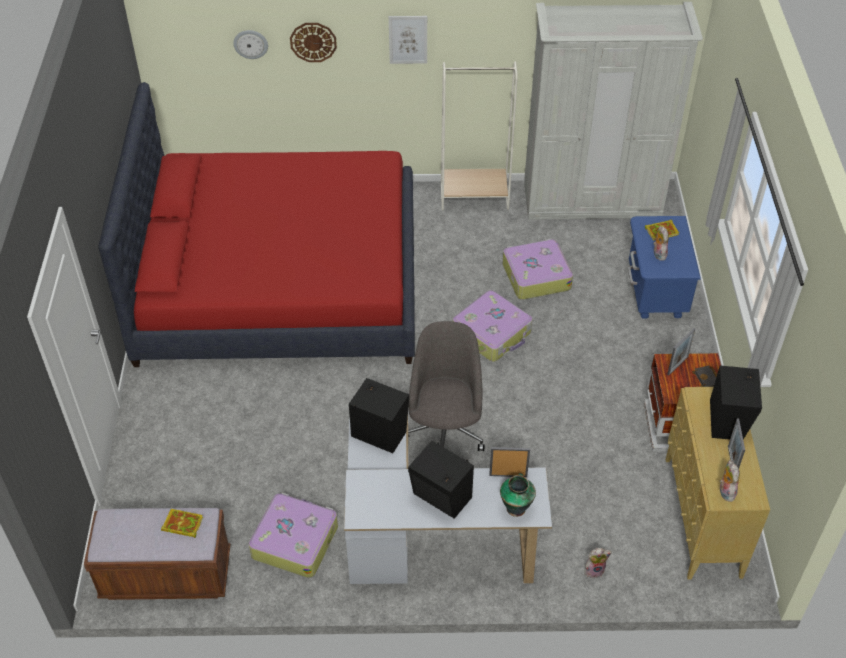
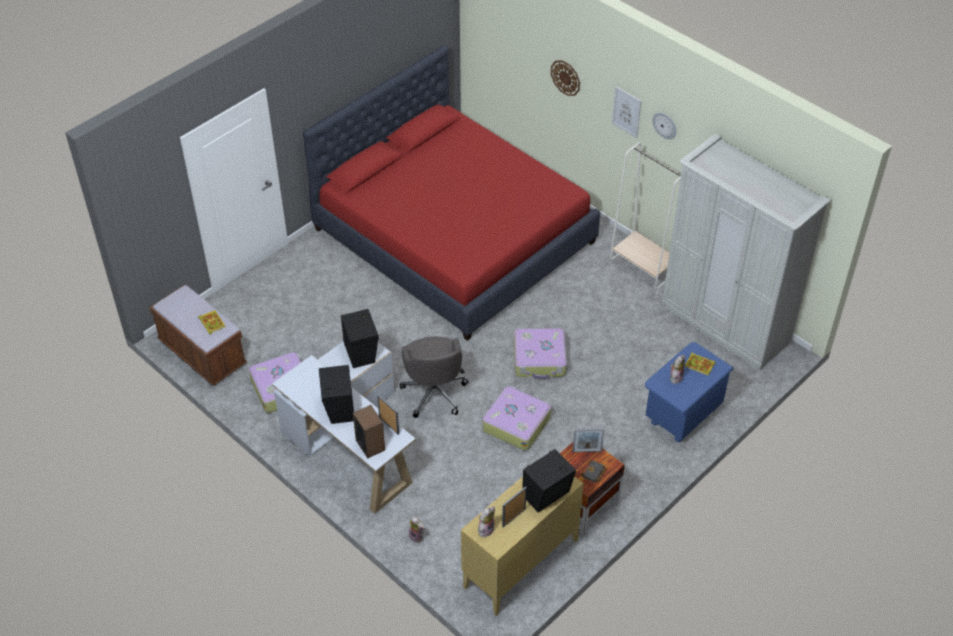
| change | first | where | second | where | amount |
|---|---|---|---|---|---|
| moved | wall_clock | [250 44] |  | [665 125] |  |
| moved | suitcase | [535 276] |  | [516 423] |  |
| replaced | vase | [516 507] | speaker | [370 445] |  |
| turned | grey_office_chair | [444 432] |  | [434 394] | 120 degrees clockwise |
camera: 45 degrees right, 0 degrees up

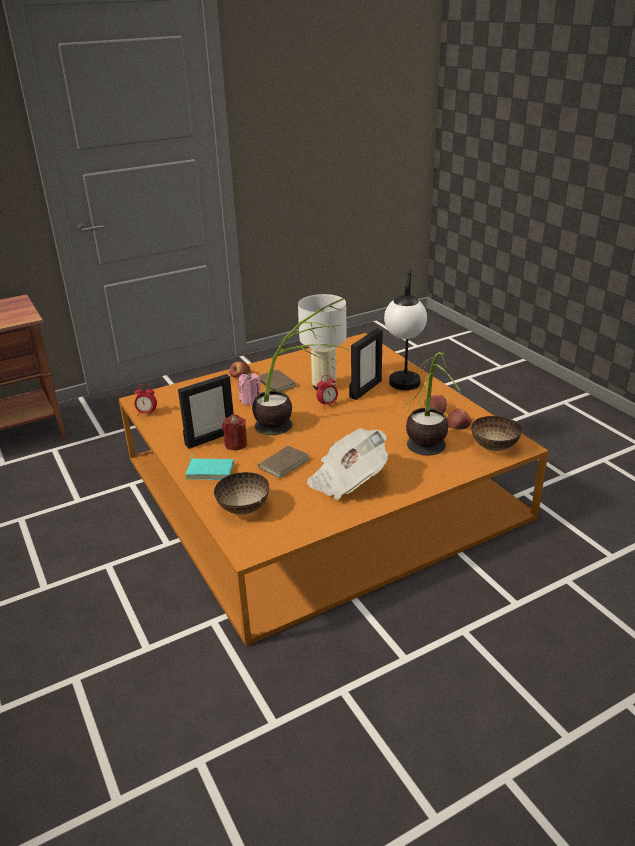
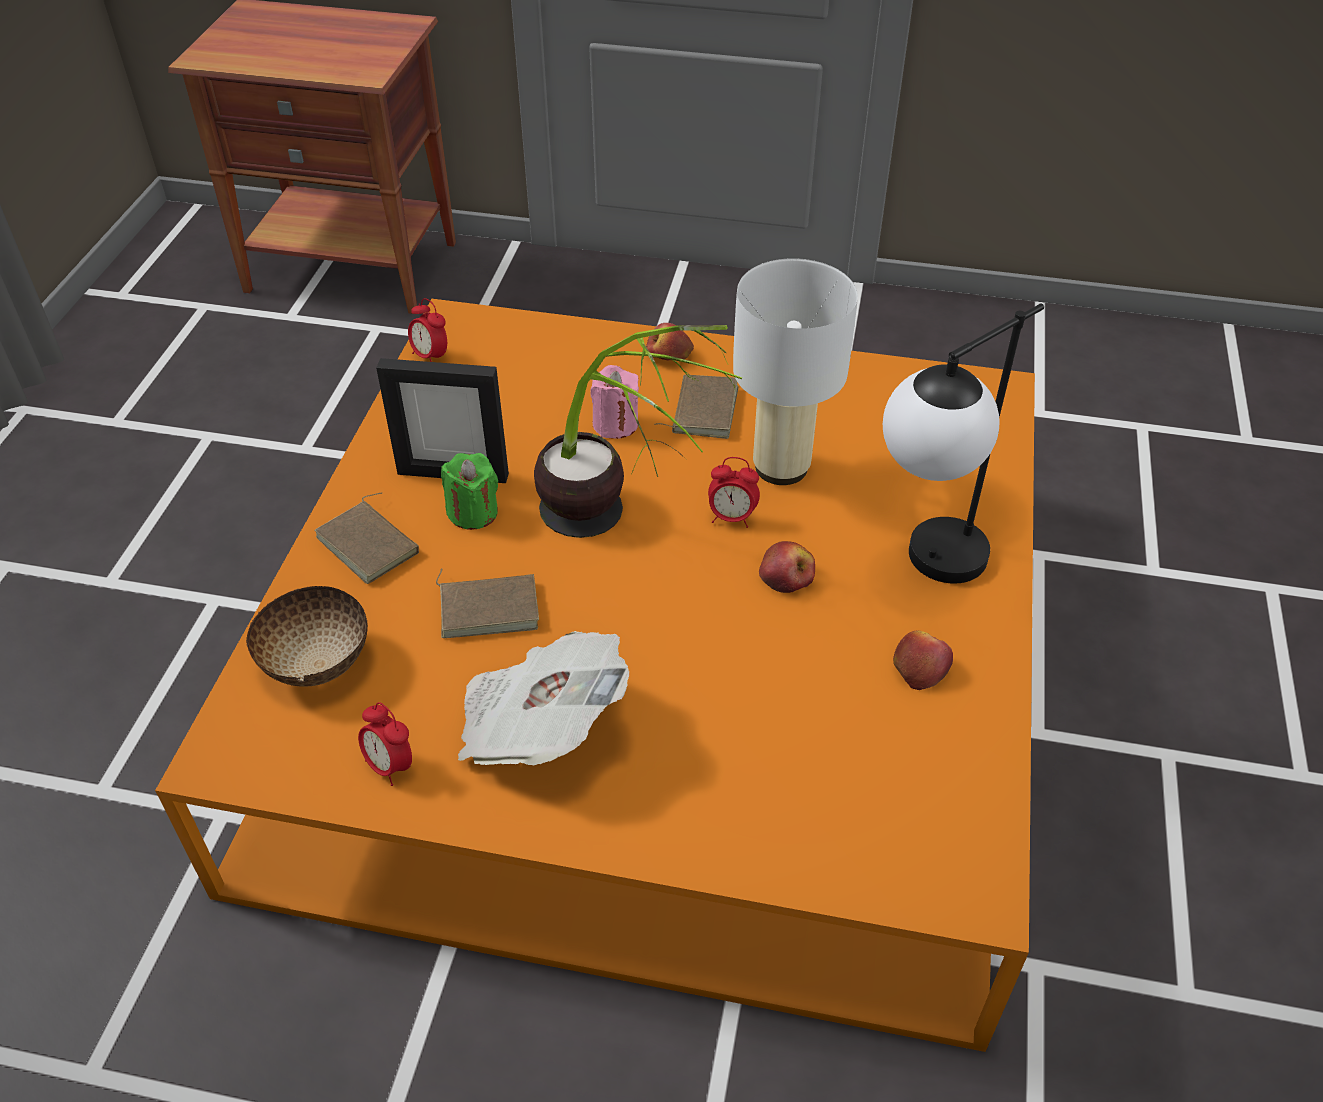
| change | first | where | second | where | amount |
|---|---|---|---|---|---|
| removed | picture_frame | [365 389] |  |  |  |
| removed | potted_plant | [427 458] |  |  |  |
| removed | bowl | [494 446] |  |  |  |
| added |  |  | alarm_clock | [390 765] |  |
| moved | apple | [458 424] |  | [786 576] |  |
| recoloured | turquoise_book | [210 470] | brown_book | [371 544] |  |
| recoloured | red_candle | [236 444] | green_candle | [473 512] |  |
camera: 40 degrees right, 15 degrees up

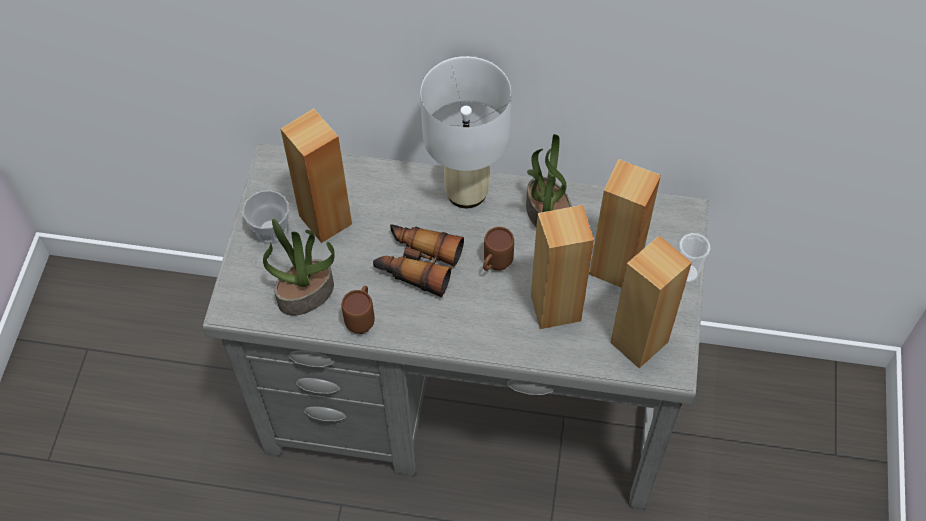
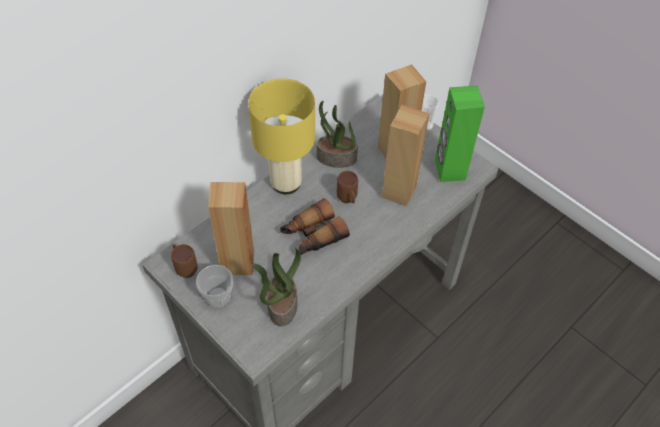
| change | first | where | second | where | amount |
|---|---|---|---|---|---|
| moved | brown_mug | [362 319] |  | [185 268] |  |
| recoloured | white_table_lamp | [465 191] | yellow_table_lamp | [285 183] |  |
| recoloured | brown_speaker | [638 341] | green_speaker | [449 170] |  |
camera: 55 degrees left, 5 degrees down

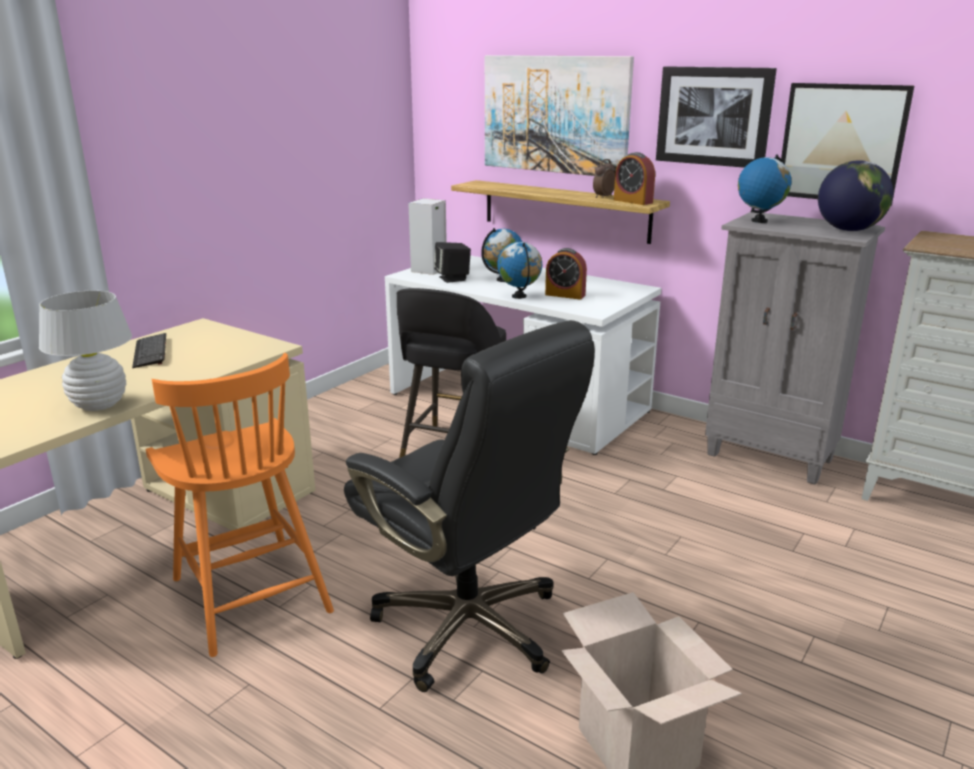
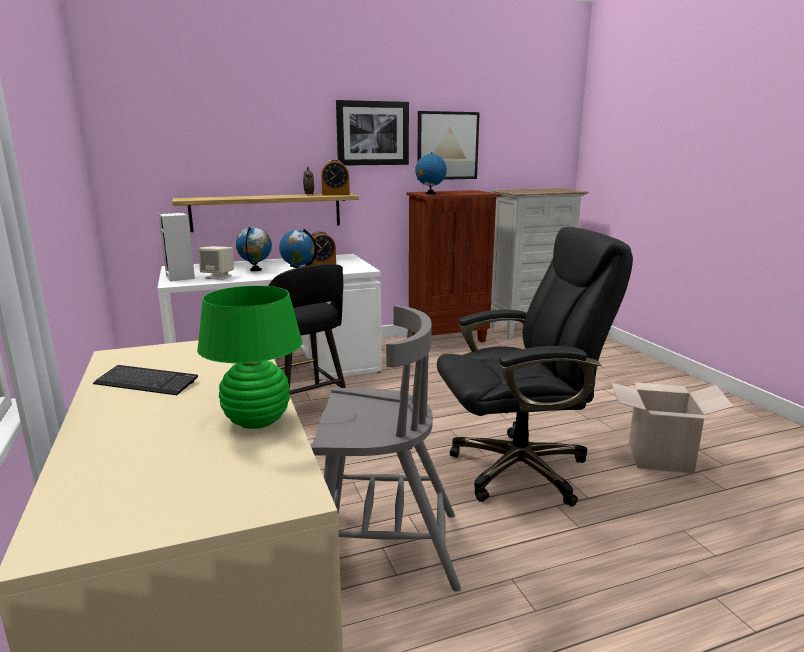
| change | first | where | second | where | amount |
|---|---|---|---|---|---|
| removed | picture | [555 114] |  |  |  |
| removed | globe | [849 230] |  |  |  |
| recoloured | white_table_lamp | [99 405] | green_table_lamp | [256 421] |  |
| recoloured | orange_chair | [249 592] | grey_chair | [385 547] |  |
| recoloured | black_speaker | [452 278] | beige_speaker | [218 277] |  |
| recoloured | grey_cabinet | [768 458] | brown_cabinet | [448 340] |  |
camera: 55 degrees left, 5 degrees down

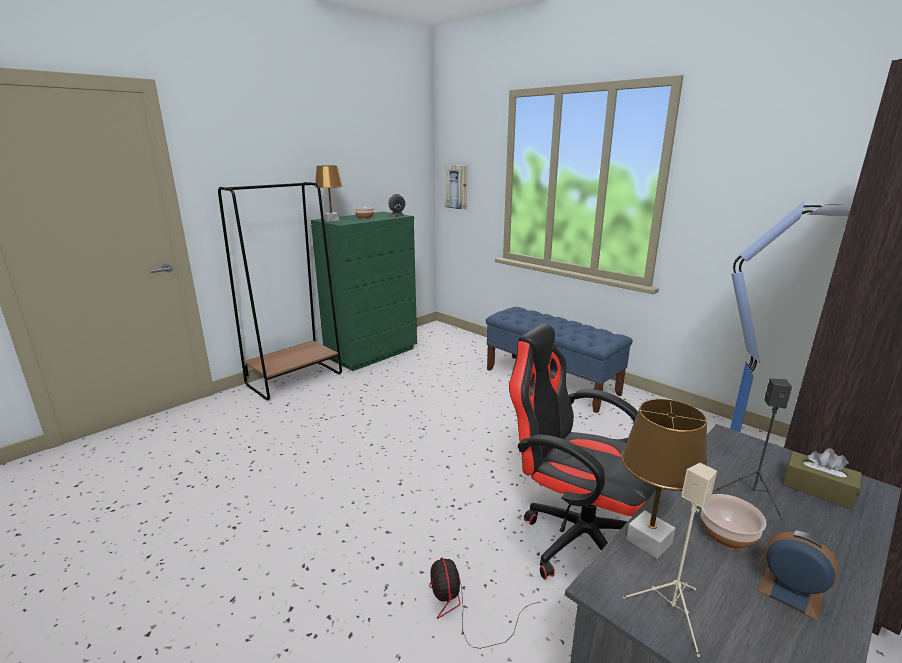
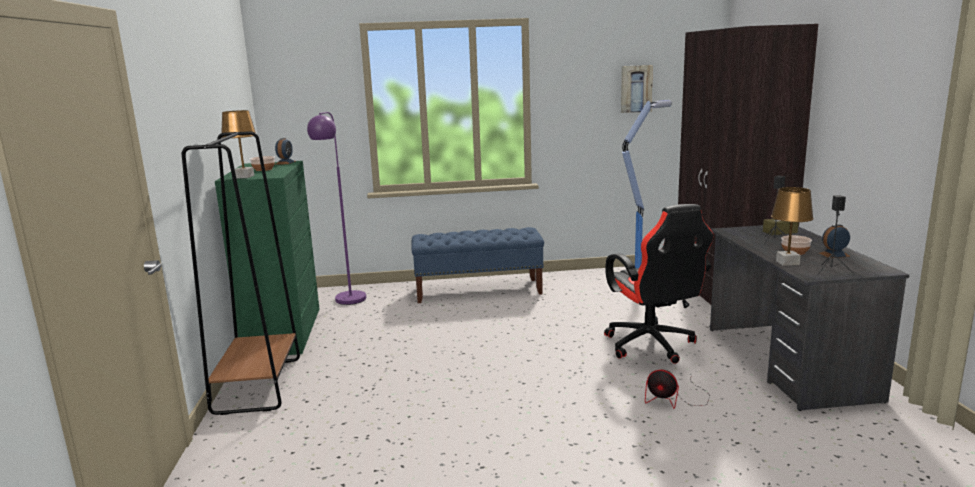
| change | first | where | second | where | amount |
|---|---|---|---|---|---|
| added |  |  | purple_floor_lamp | [347 303] |  |
| moved | picture | [457 187] |  | [635 89] |  |
| recoloured | beige_speaker | [672 613] | black_speaker | [831 271] |  |
| turned | black_office_chair | [574 538] |  | [652 348] | 90 degrees counterclockwise |
camera: 50 degrees left, 5 degrees down

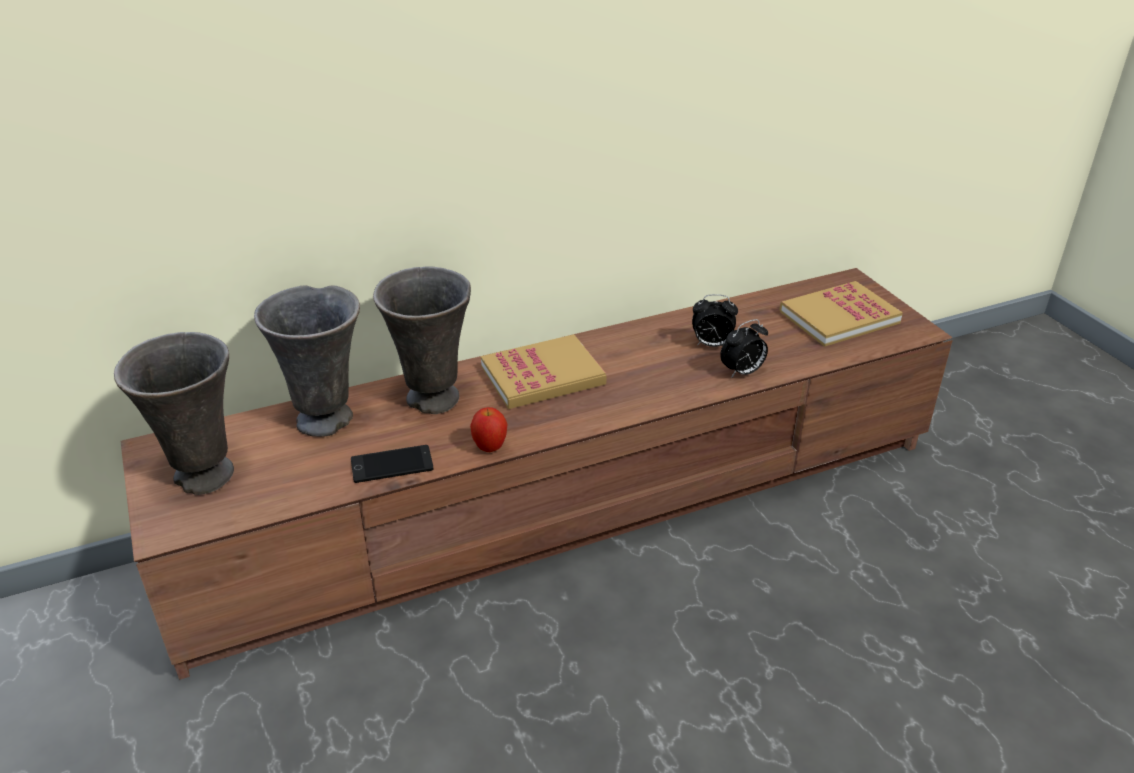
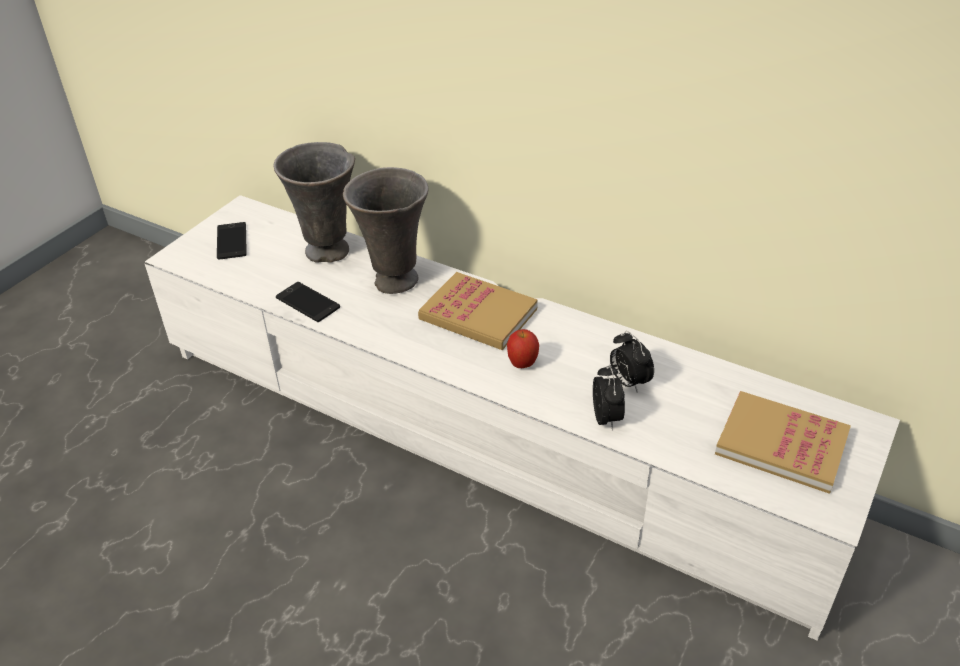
| change | first | where | second | where | amount |
|---|---|---|---|---|---|
| moved | apple | [490 448] |  | [522 364] |  |
| replaced | grey_vase | [204 477] | phone | [232 241] |  |
| recoloured | brown_tv_stand | [566 504] | white_tv_stand | [483 434] |  |
| turned | alarm_clock | [742 372] |  | [607 418] | 120 degrees counterclockwise |
camera: 55 degrees right, 5 degrees up

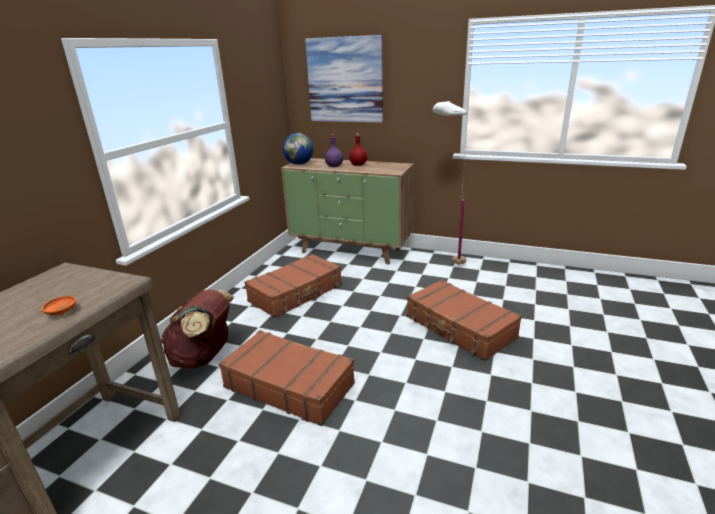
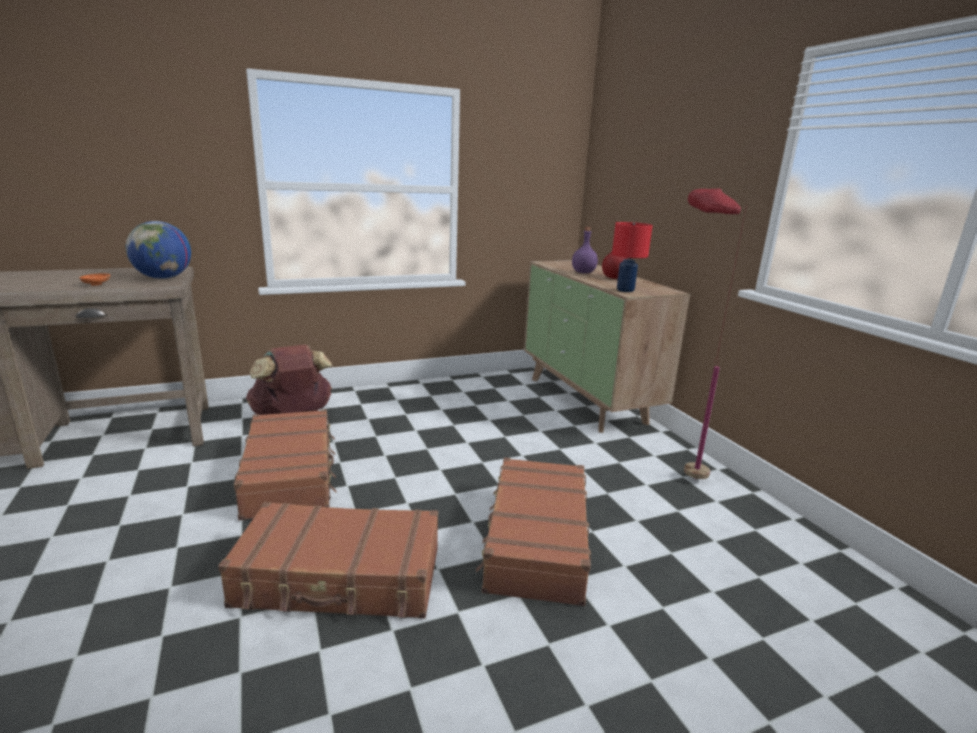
| change | first | where | second | where | amount |
|---|---|---|---|---|---|
| removed | picture | [345 80] |  |  |  |
| added |  |  | red_table_lamp | [624 290] |  |
| moved | brown_suitcase | [296 293] |  | [340 578] |  |
| moved | globe | [299 164] |  | [164 278] |  |
| recoloured | white_floor_lamp | [446 265] | red_floor_lamp | [676 470] |  |
camera: 45 degrees right, 5 degrees down

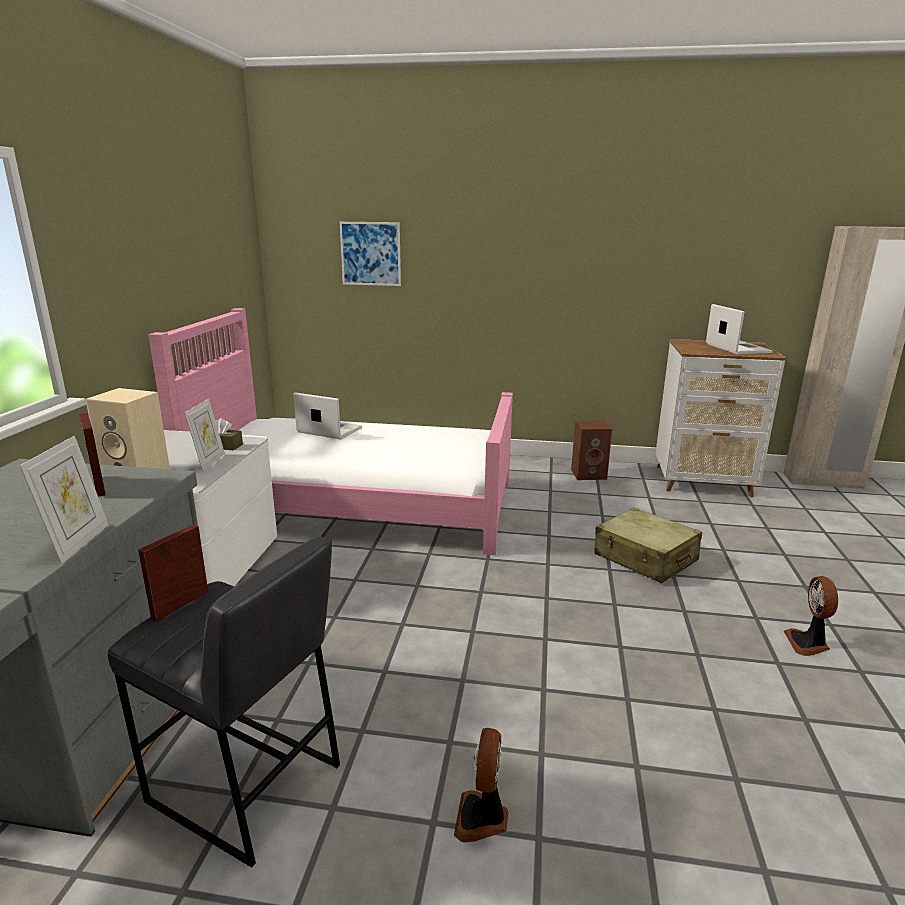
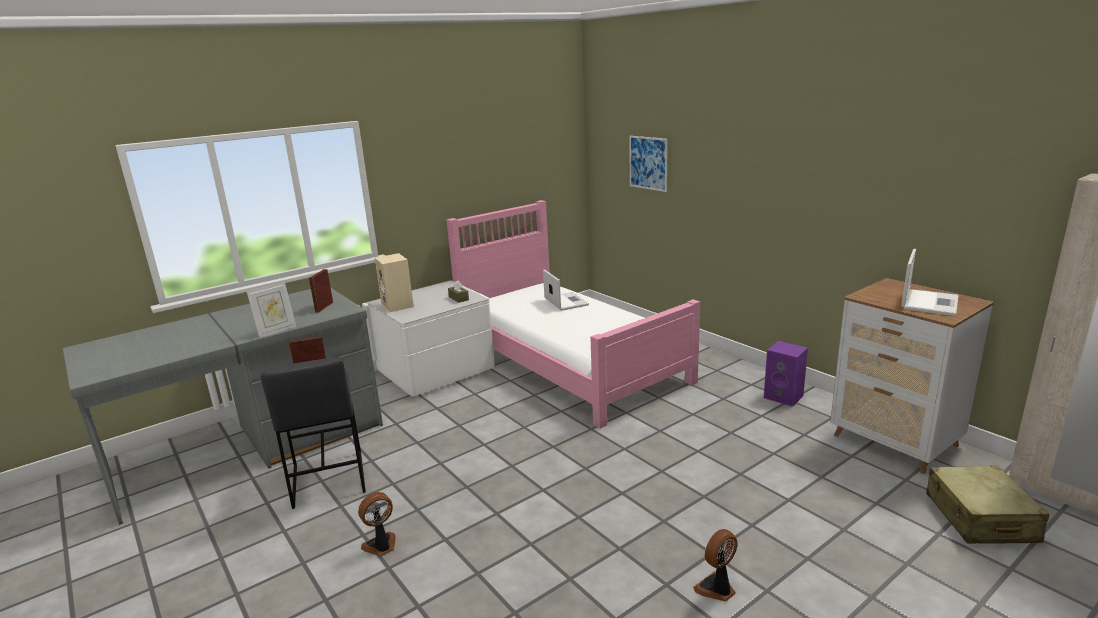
| change | first | where | second | where | amount |
|---|---|---|---|---|---|
| removed | picture_frame | [209 461] |  |  |  |
| moved | beige_suitcase | [645 558] |  | [980 518] |  |
| recoloured | brown_speaker | [589 474] | purple_speaker | [784 397] |  |
camera: 45 degrees right, 0 degrees up

